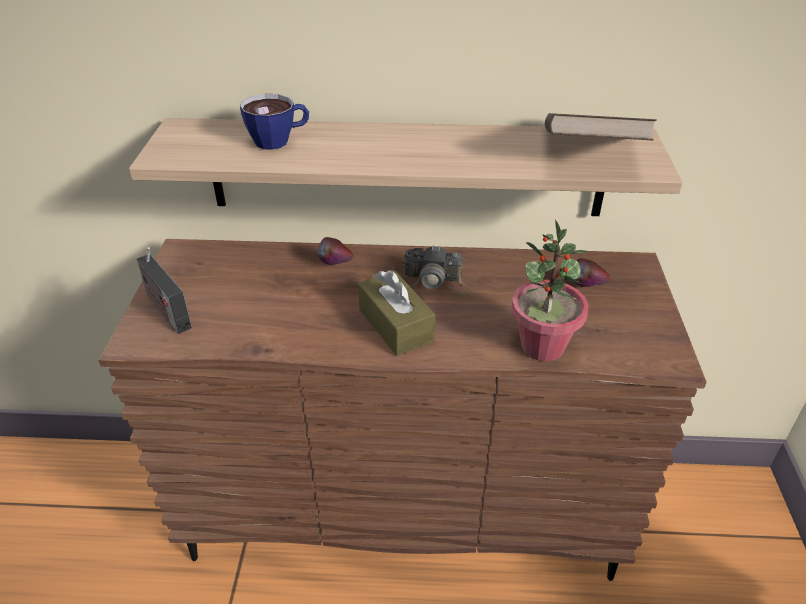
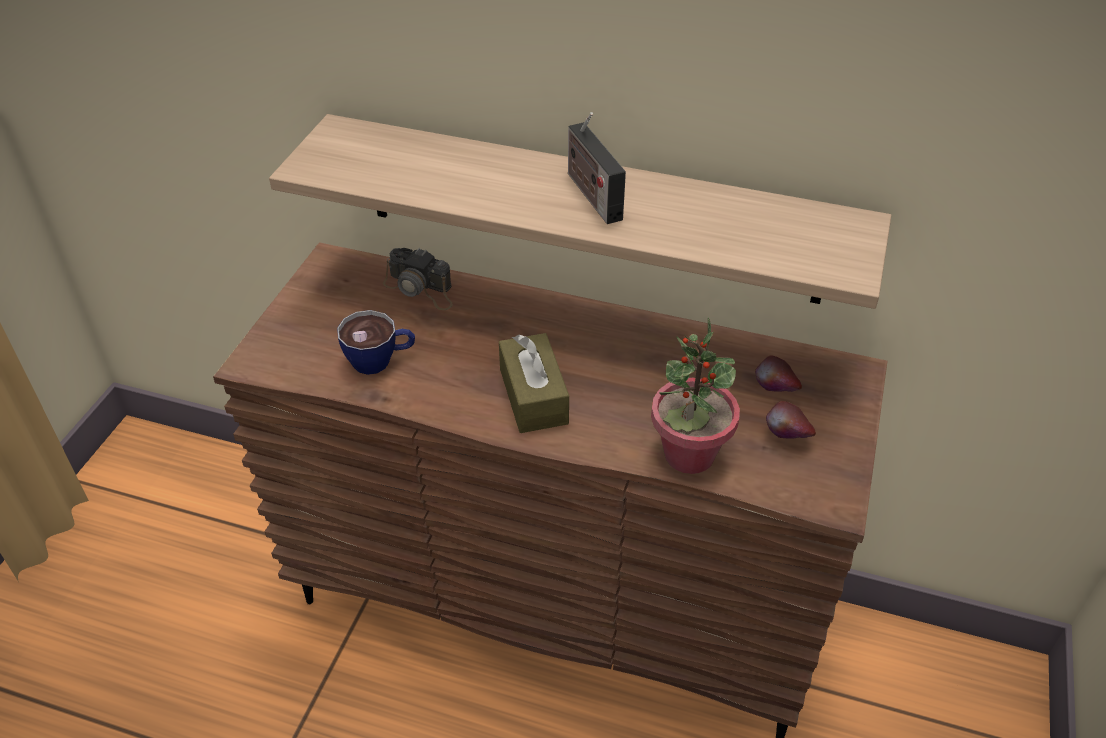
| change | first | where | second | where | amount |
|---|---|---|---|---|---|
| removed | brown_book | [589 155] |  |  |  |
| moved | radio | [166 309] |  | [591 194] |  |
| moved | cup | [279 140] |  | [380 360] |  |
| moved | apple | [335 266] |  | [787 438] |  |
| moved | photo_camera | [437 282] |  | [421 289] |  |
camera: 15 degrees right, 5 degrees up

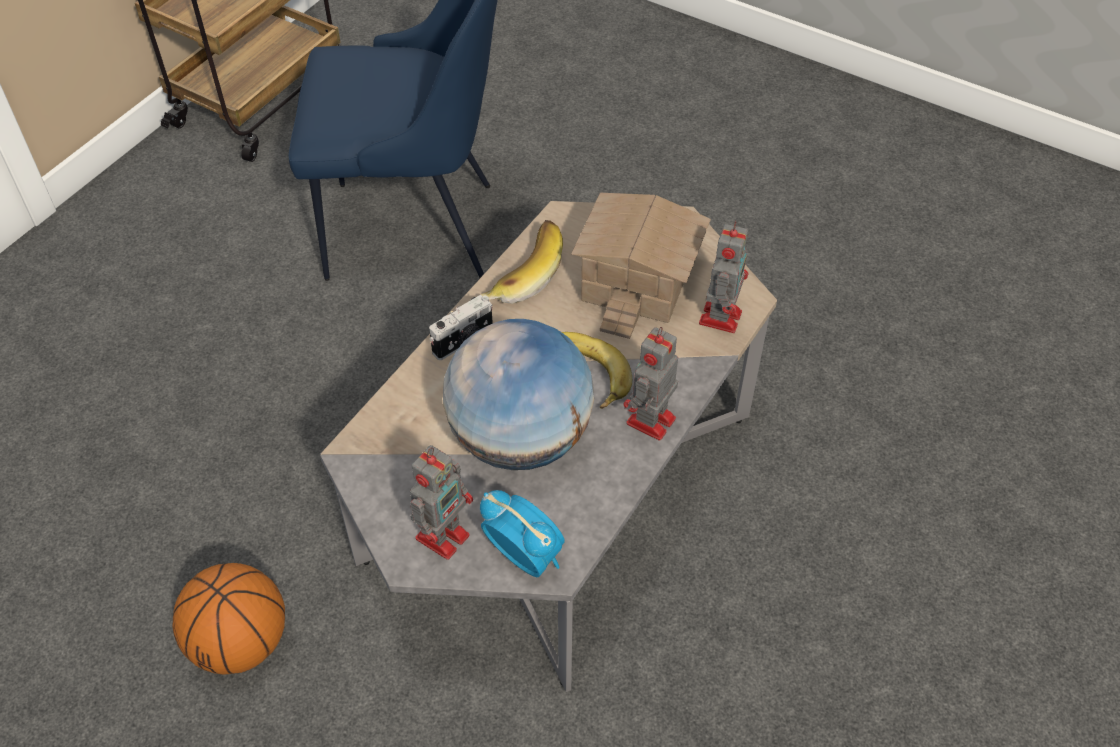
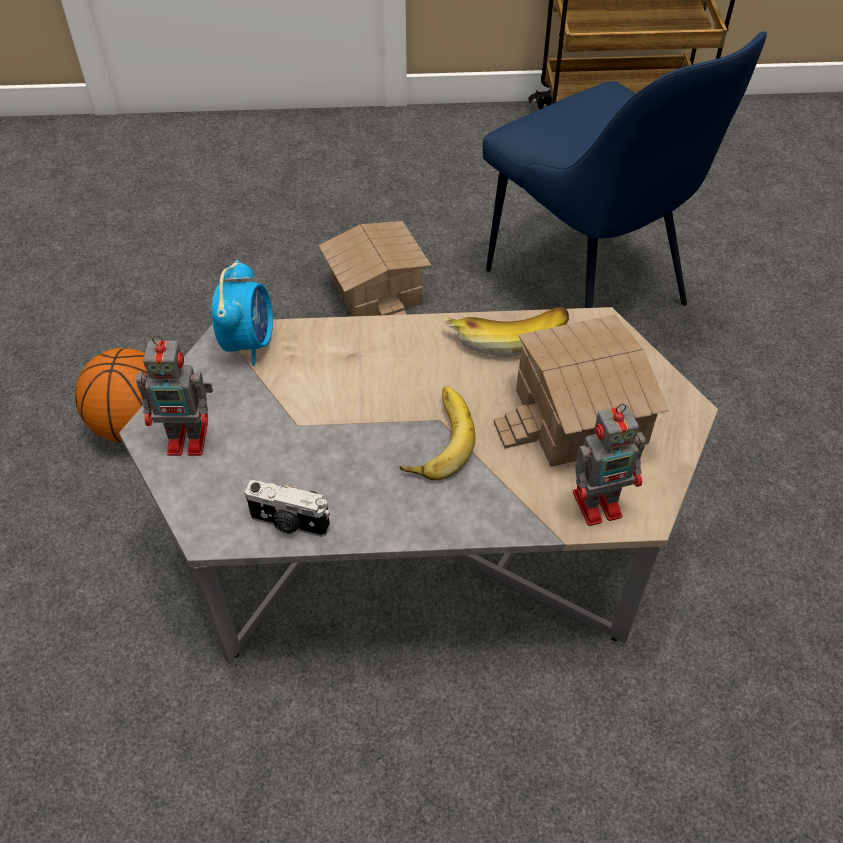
| change | first | where | second | where | amount |
|---|---|---|---|---|---|
| removed | globe | [520 439] |  |  |  |
| removed | toy_robot | [649 422] |  |  |  |
| added |  |  | toy_house | [378 290] |  |
| moved | photo_camera | [464 341] |  | [289 523] |  |
| moved | alarm_clock | [524 556] |  | [249 342] |  |
camera: 55 degrees right, 0 degrees up

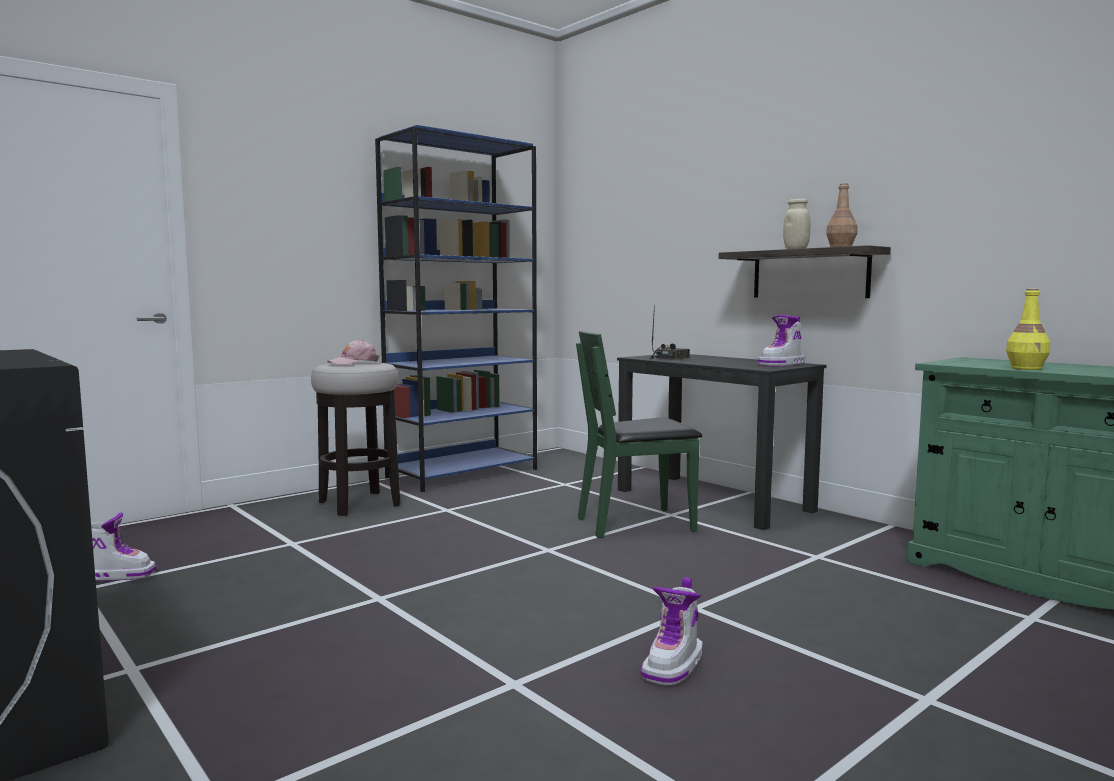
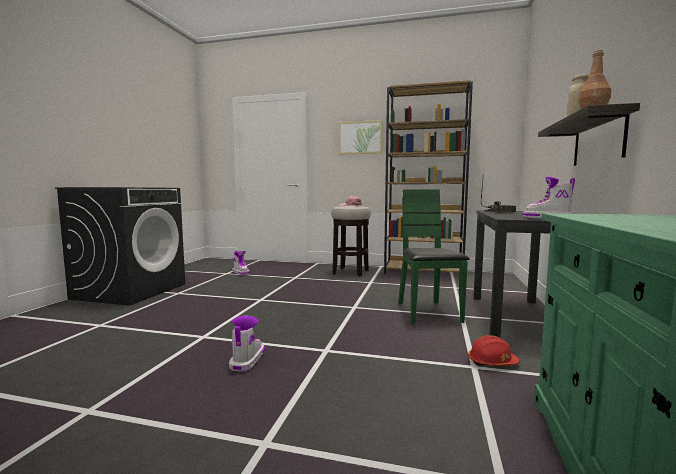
| change | first | where | second | where | amount |
|---|---|---|---|---|---|
| removed | yellow_bottle | [1026 368] |  |  |  |
| added |  |  | picture | [360 137] |  |
| added |  |  | red_hard_hat | [492 362] |  |
| recoloured | blue_bookcase | [463 473] | brown_bookcase | [423 272] |  |
| turned | green_chair | [636 524] |  | [427 312] | 45 degrees clockwise |
| turned | boot | [673 665] |  | [247 360] | 105 degrees clockwise |
camera: 55 degrees right, 0 degrees up

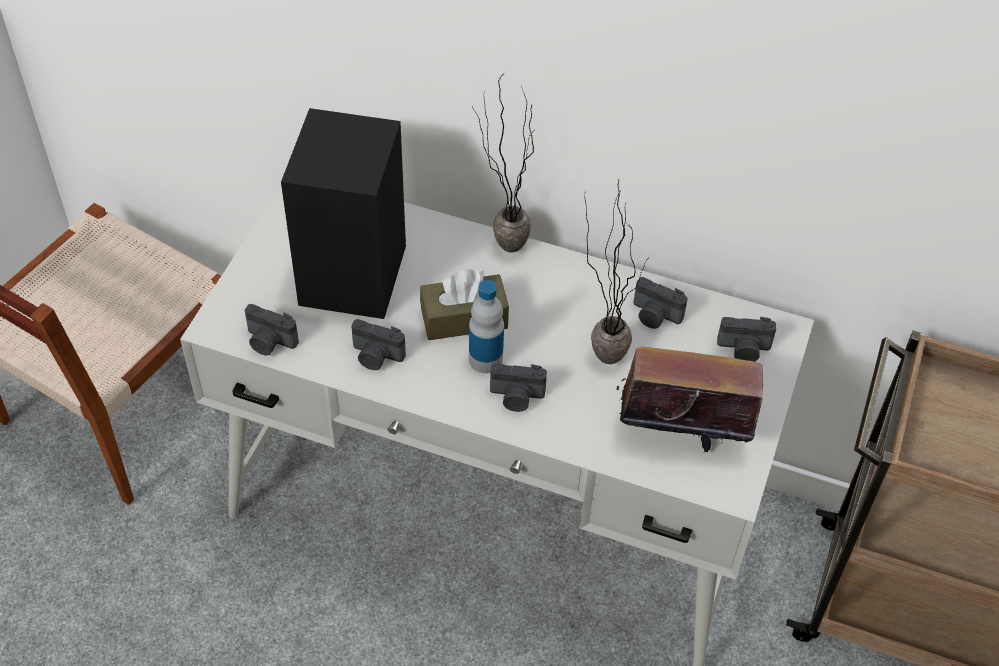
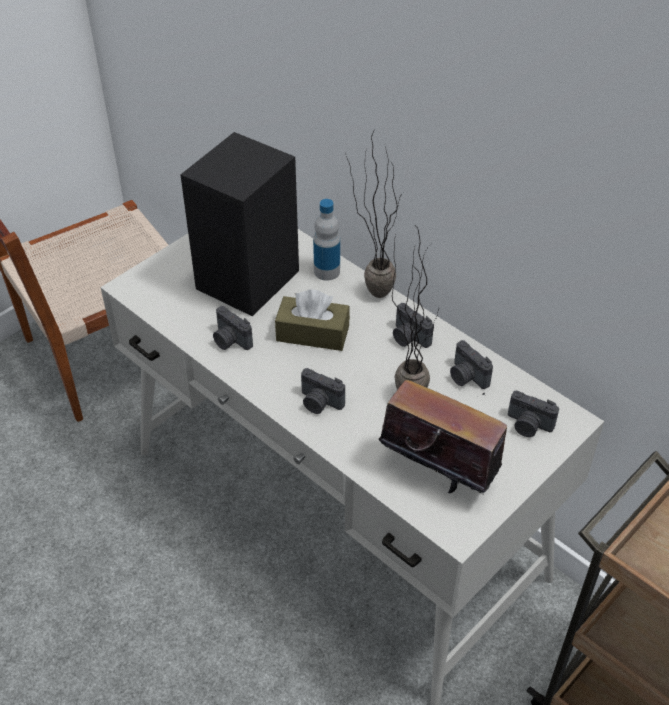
| change | first | where | second | where | amount |
|---|---|---|---|---|---|
| moved | photo_camera | [269 342] |  | [408 338] |  |
| moved | bottle | [485 359] |  | [327 271] |  |
camera: 25 degrees right, 5 degrees down

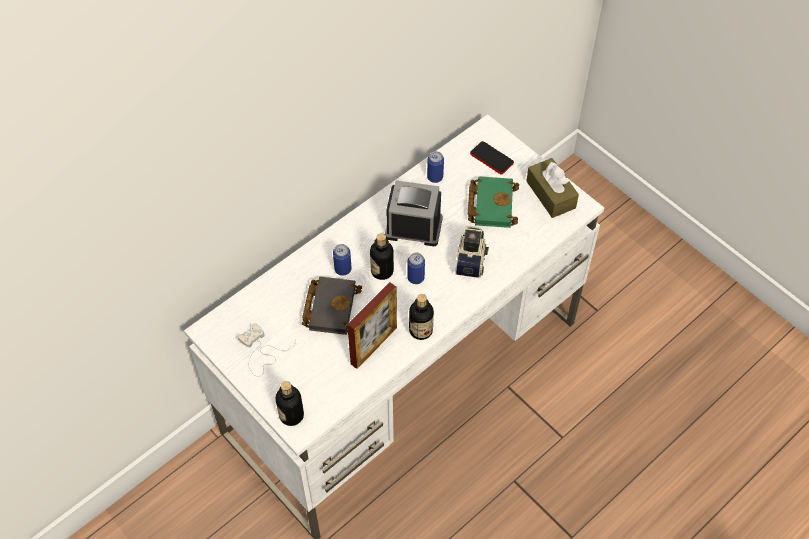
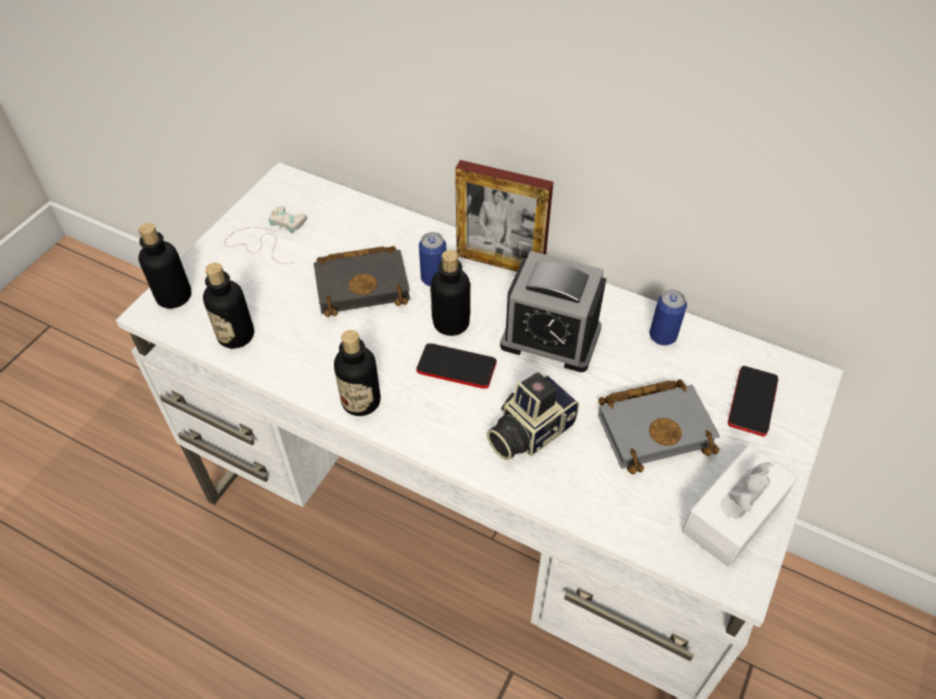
| change | first | where | second | where | amount |
|---|---|---|---|---|---|
| added |  |  | bottle | [236 335] |  |
| moved | picture_frame | [374 345] |  | [500 262] |  |
| replaced | can | [415 278] | phone | [456 367] |  |
| recoloured | green_book | [490 204] | grey_book | [656 427] |  |
| recoloured | brown_tissue_box | [550 194] | white_tissue_box | [733 515] |  |
| turned | alarm_clock | [413 227] |  | [550 337] | 120 degrees clockwise |
| turned | photo_camera | [472 259] |  | [528 431] | 150 degrees clockwise |
camera: 70 degrees right, 5 degrees down

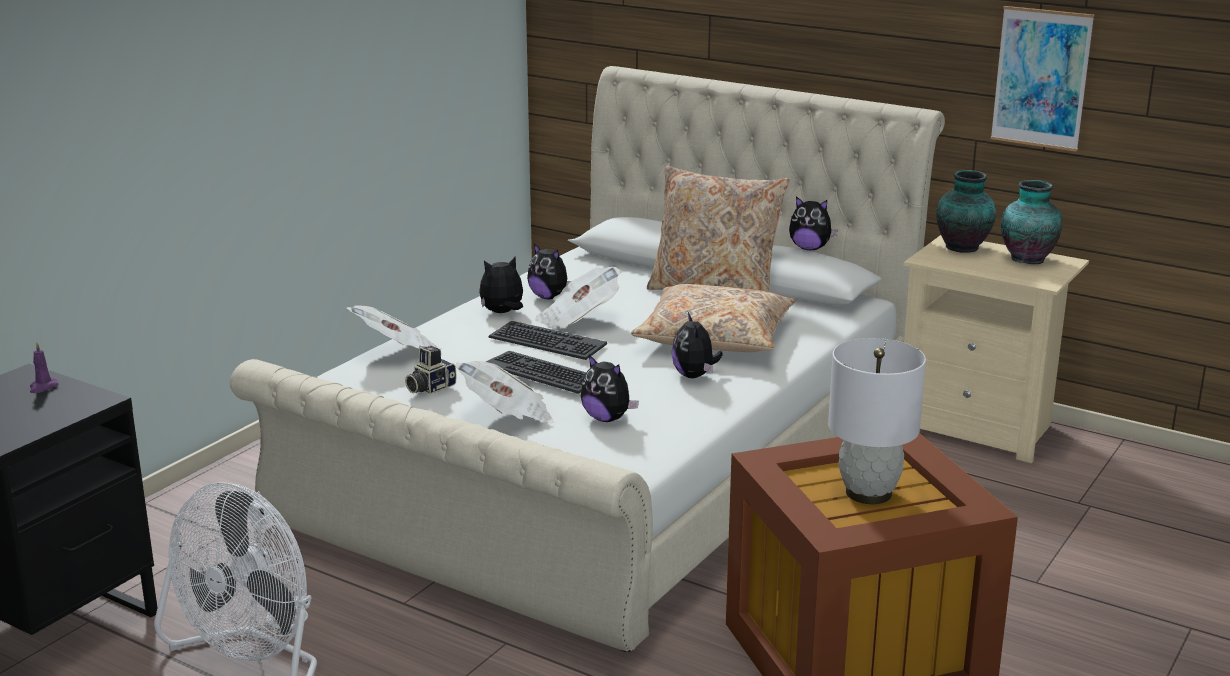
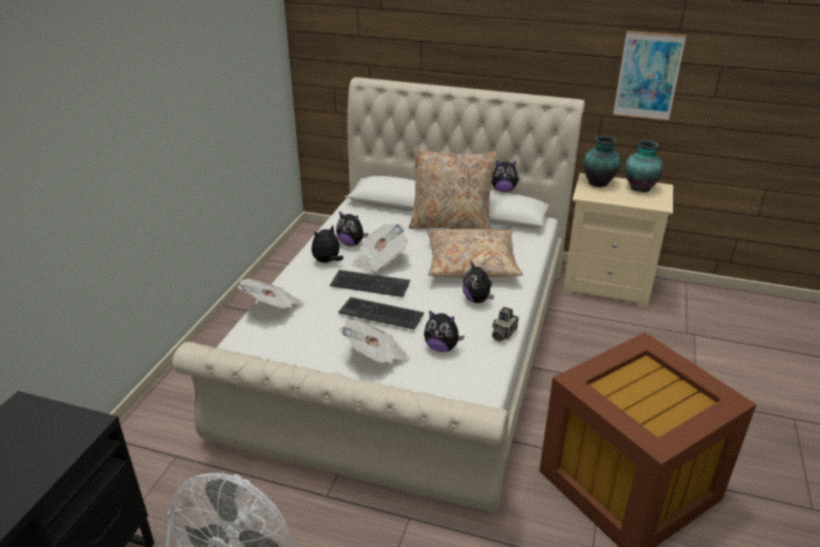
| change | first | where | second | where | amount |
|---|---|---|---|---|---|
| removed | purple_candle | [43 387] |  |  |  |
| removed | white_table_lamp | [869 493] |  |  |  |
| moved | photo_camera | [429 387] |  | [502 333] |  |
camera: 15 degrees left, 10 degrees up

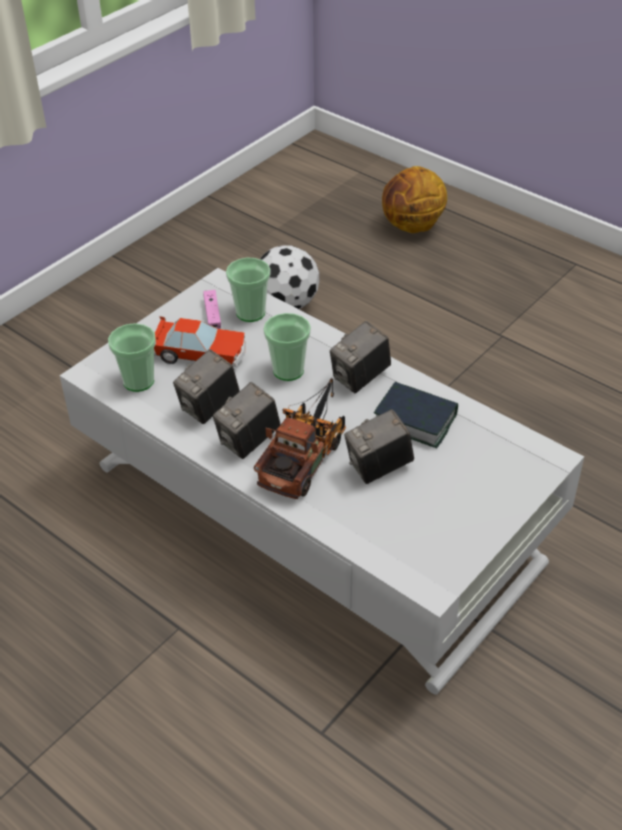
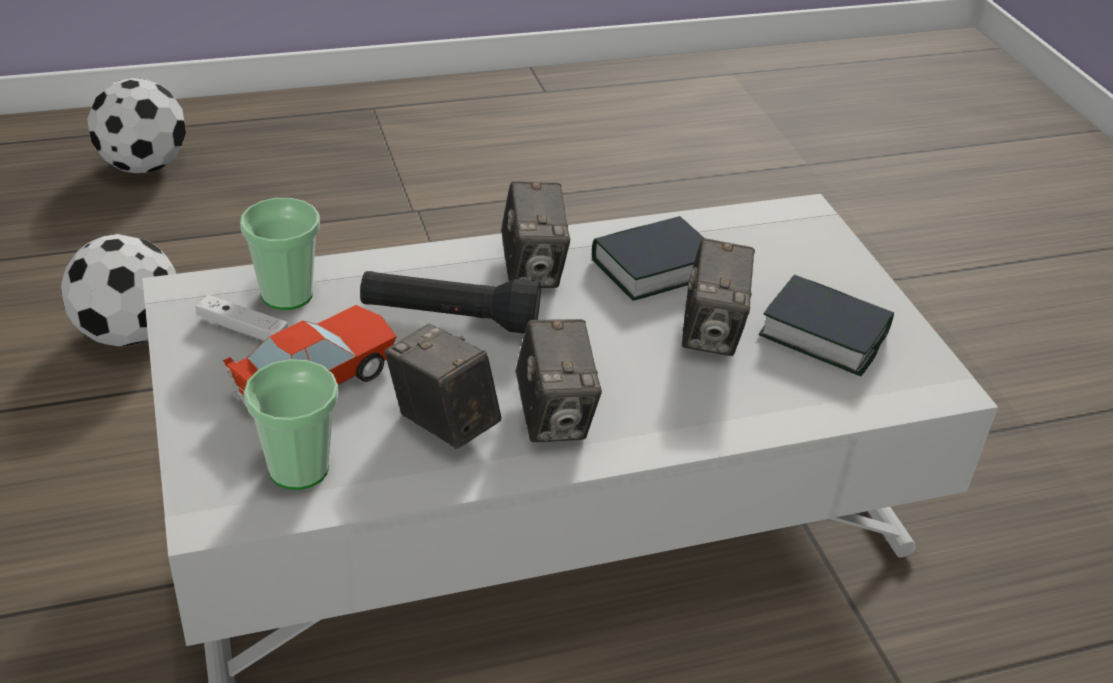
| change | first | where | second | where | amount |
|---|---|---|---|---|---|
| removed | toy_truck | [306 456] |  |  |  |
| added |  |  | book | [823 334] |  |
| replaced | cup | [288 370] | black_flashlight | [450 318] |  |
| replaced | basketball | [412 226] | football | [144 166] |  |
| recoloured | pink_game_controller | [212 314] | white_game_controller | [243 329] |  |
| turned | photo_camera | [209 407] |  | [443 423] | 150 degrees clockwise |
camera: 60 degrees left, 5 degrees down

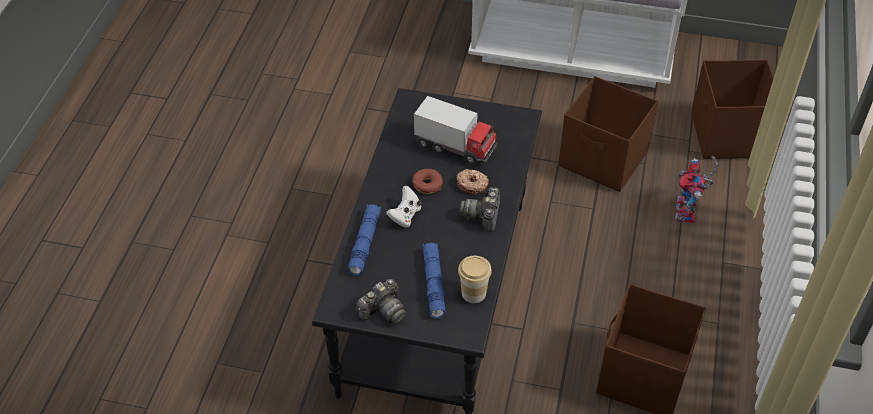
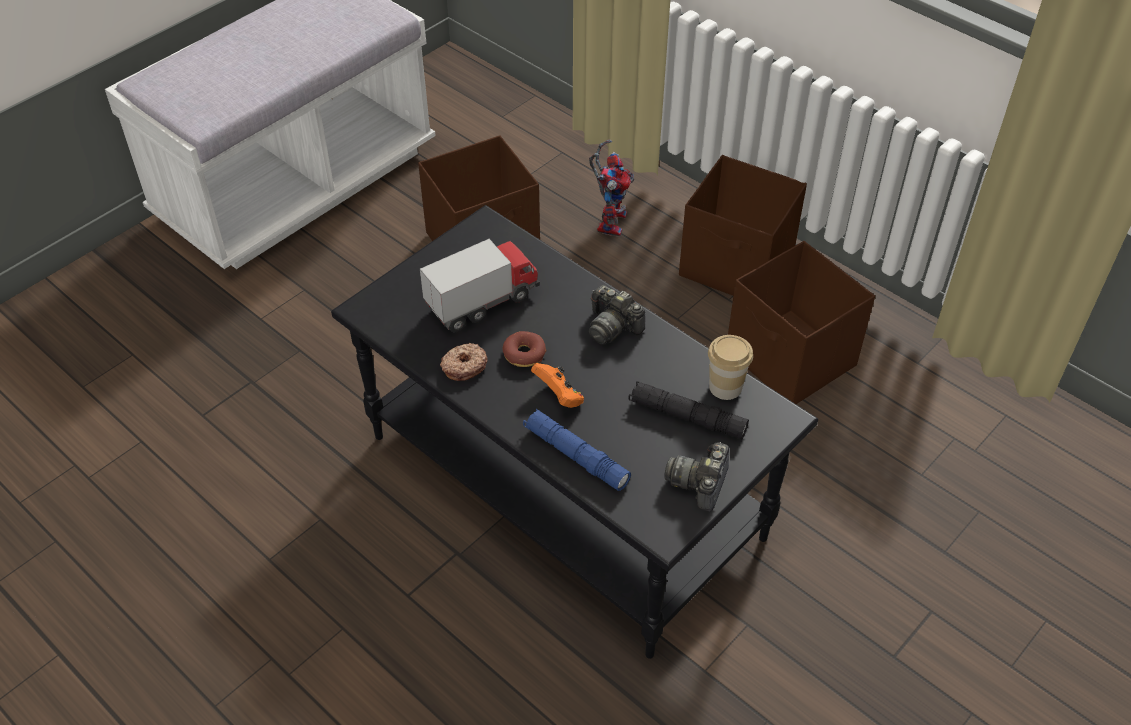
| change | first | where | second | where | amount |
|---|---|---|---|---|---|
| moved | donut | [472 184] |  | [464 366] |  |
| moved | brown_storage_box | [727 136] |  | [737 266] |  |
| recoloured | white_game_controller | [405 215] | orange_game_controller | [559 397] |  |
| recoloured | blue_flashlight | [434 283] | black_flashlight | [687 417] |  |
| turned | photo_camera | [383 311] |  | [699 483] | 150 degrees counterclockwise |
| turned | toy_robot | [688 213] |  | [609 219] | 120 degrees counterclockwise |
camera: 60 degrees left, 0 degrees up

